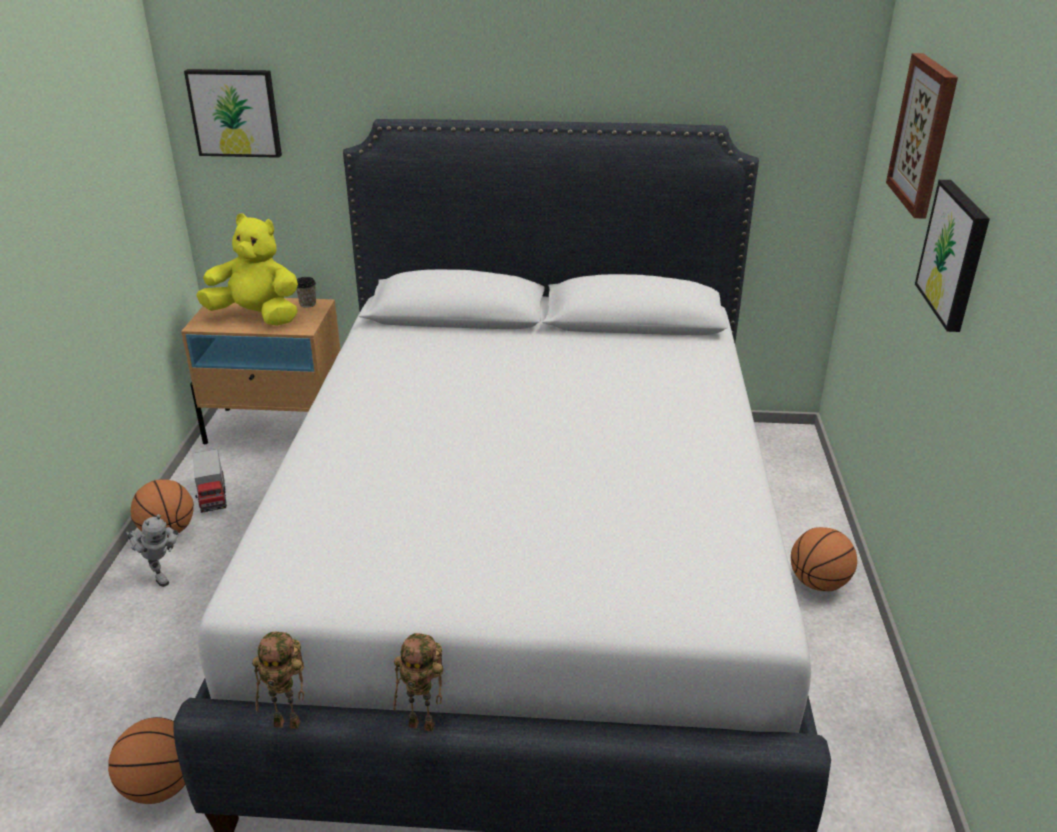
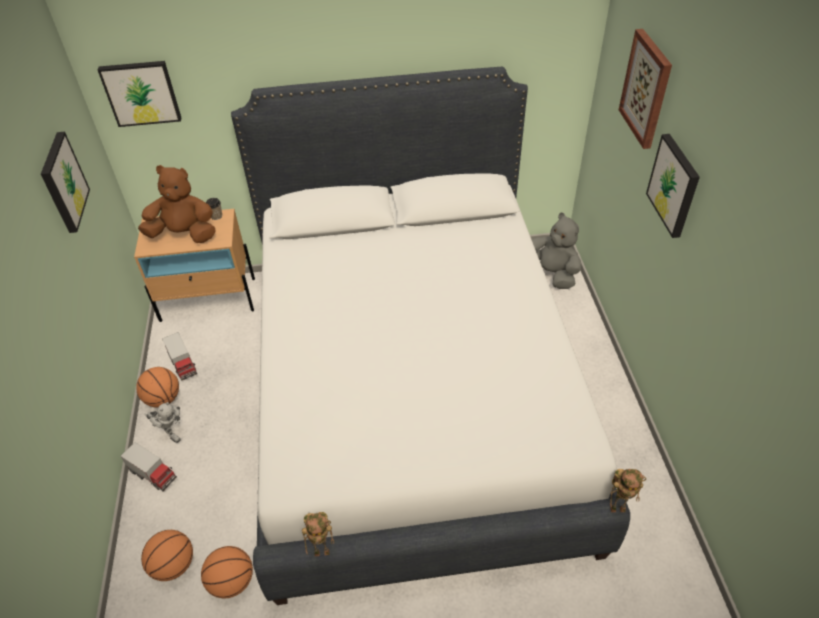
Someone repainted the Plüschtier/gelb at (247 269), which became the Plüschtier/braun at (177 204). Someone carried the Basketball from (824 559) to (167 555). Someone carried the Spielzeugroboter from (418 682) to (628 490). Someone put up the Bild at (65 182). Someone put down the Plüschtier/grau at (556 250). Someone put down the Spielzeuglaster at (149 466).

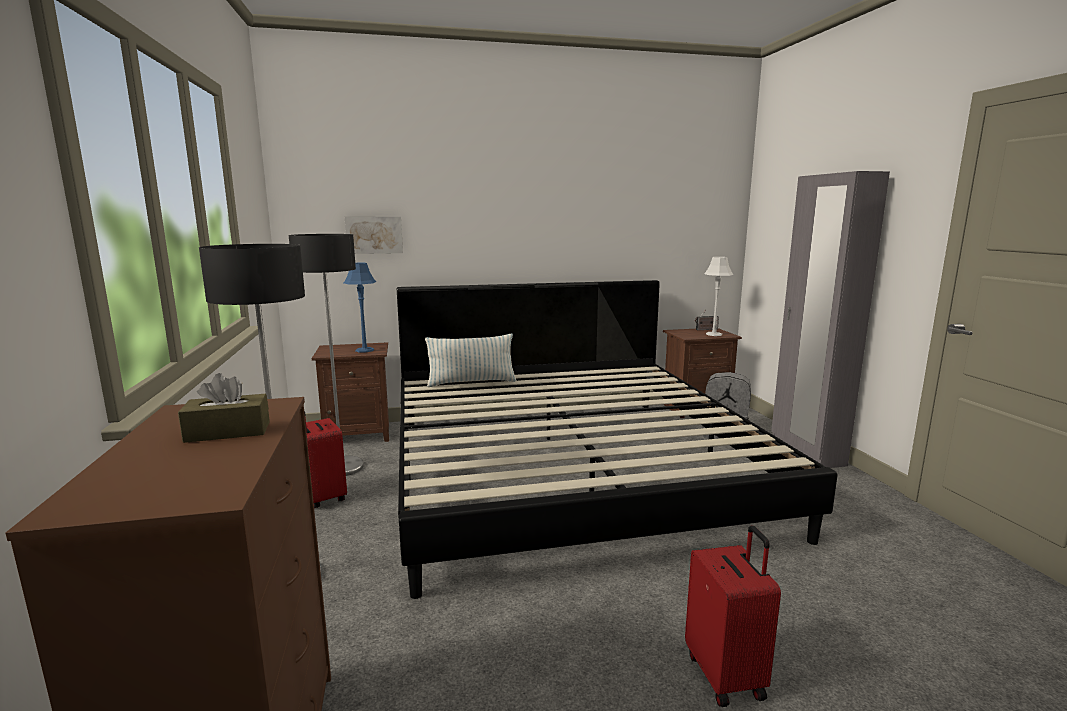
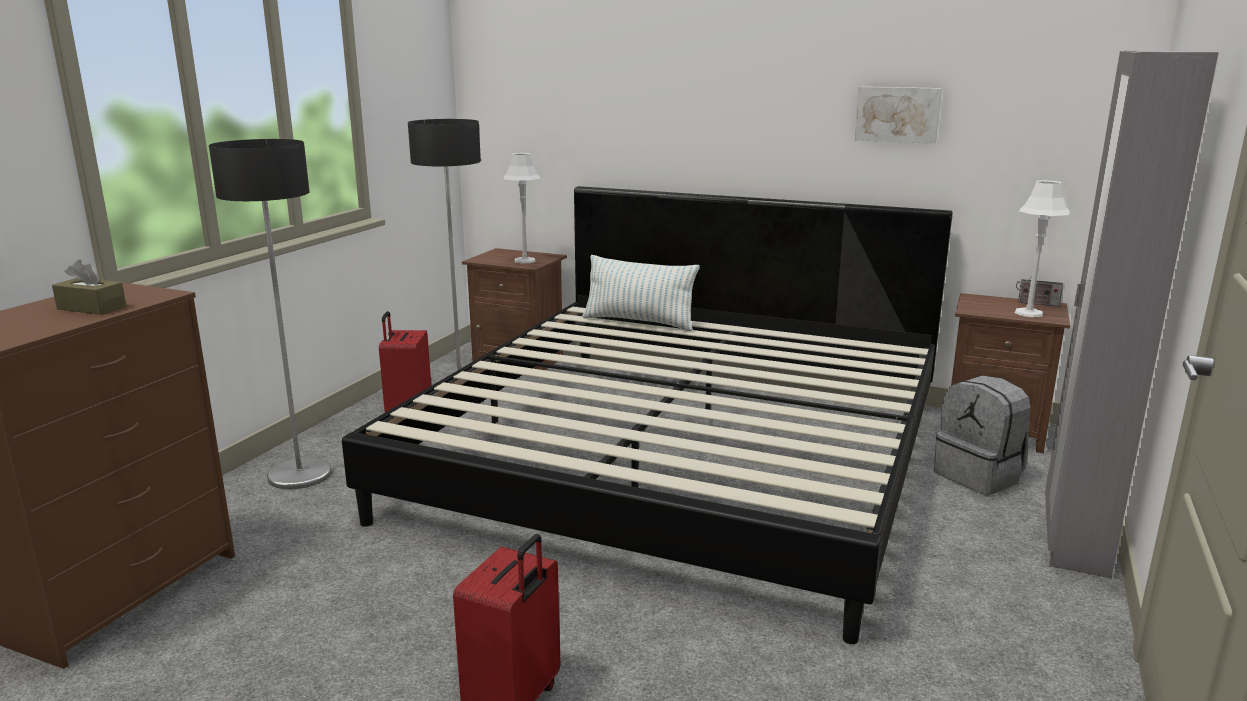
Someone carried the Bild from (374 235) to (898 115). Someone repainted the Tischlampe/blau at (360 307), which became the Tischlampe/grau at (522 208).

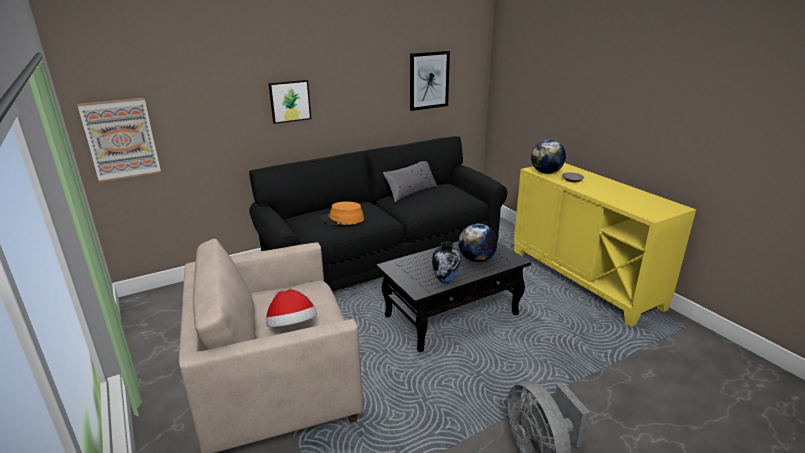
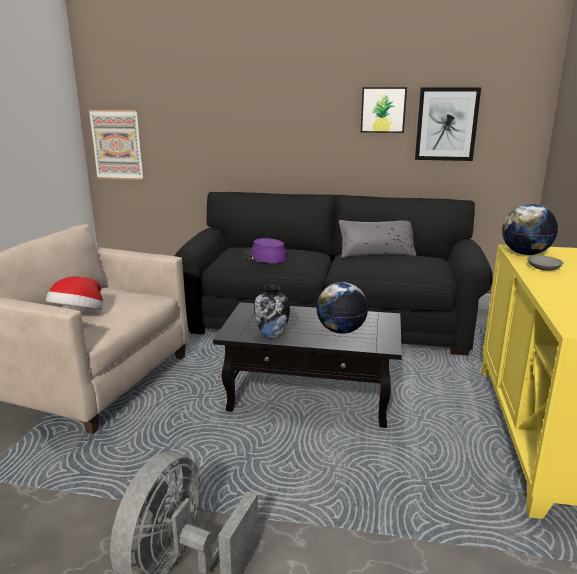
Someone carried the Bild from (289 102) to (384 110). Someone repainted the Hut/orange at (342 213), which became the Hut/lila at (265 250).

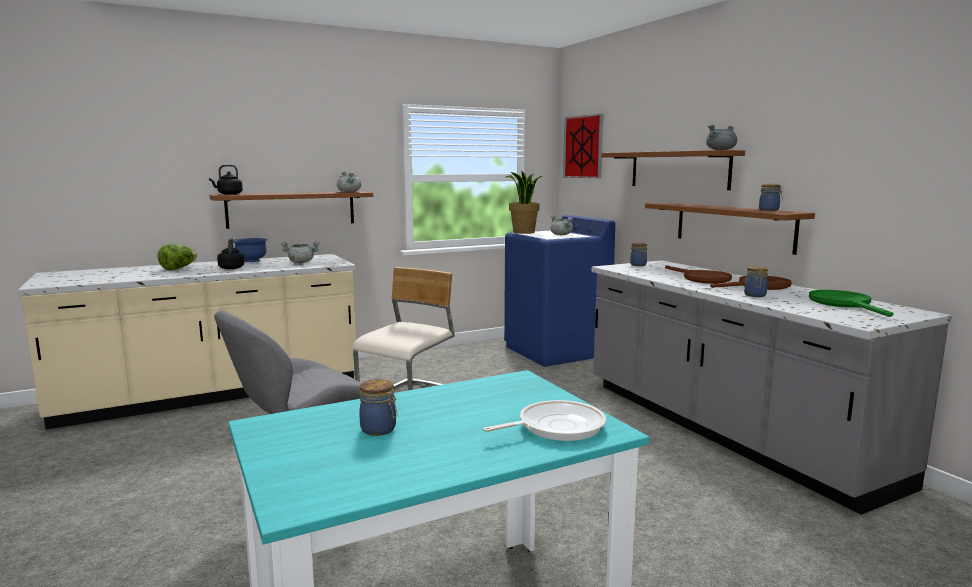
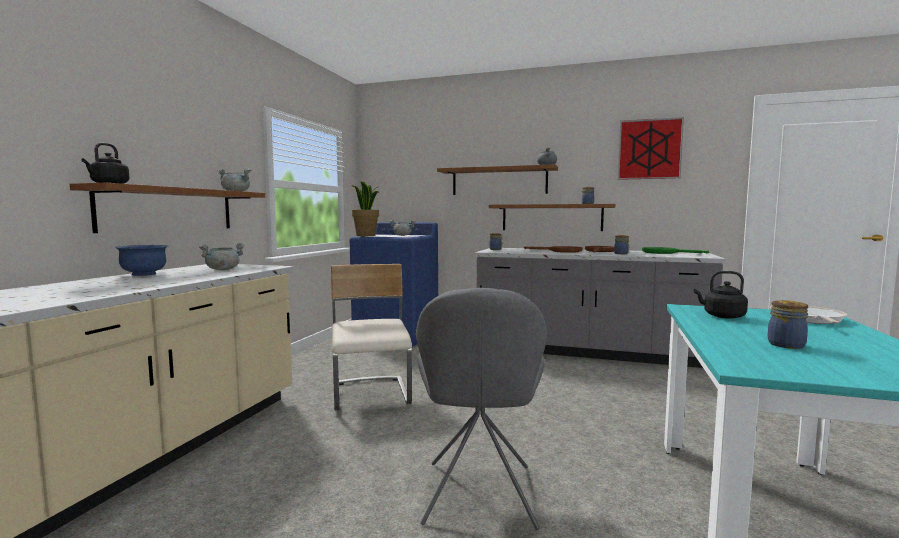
Someone carried the Bild from (583 146) to (651 148). Someone carried the Wasserkessel/schwarz from (230 253) to (721 295). Someone took away the Salatkopf at (177 257).

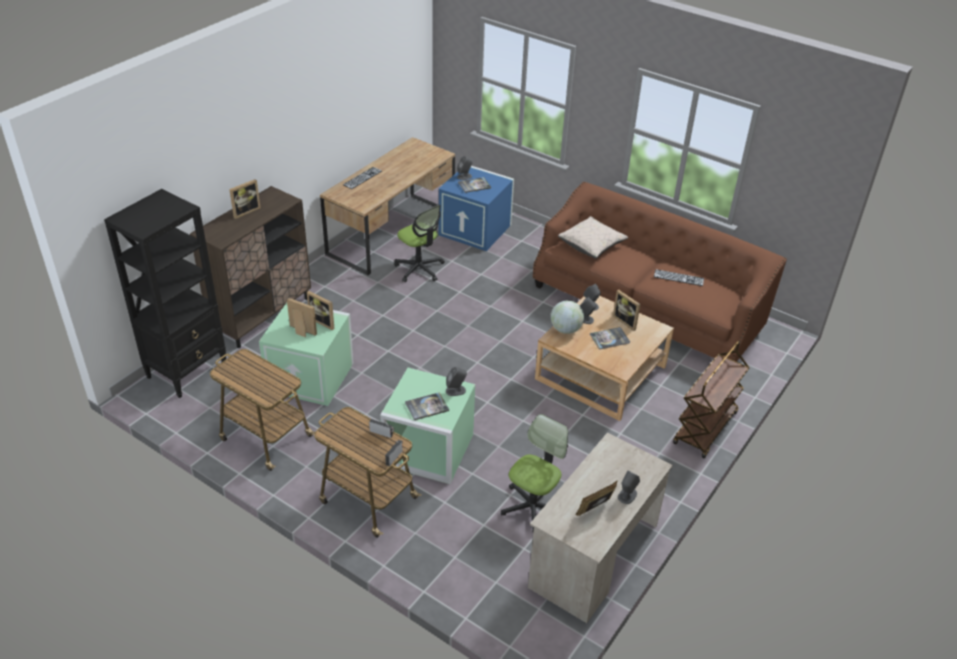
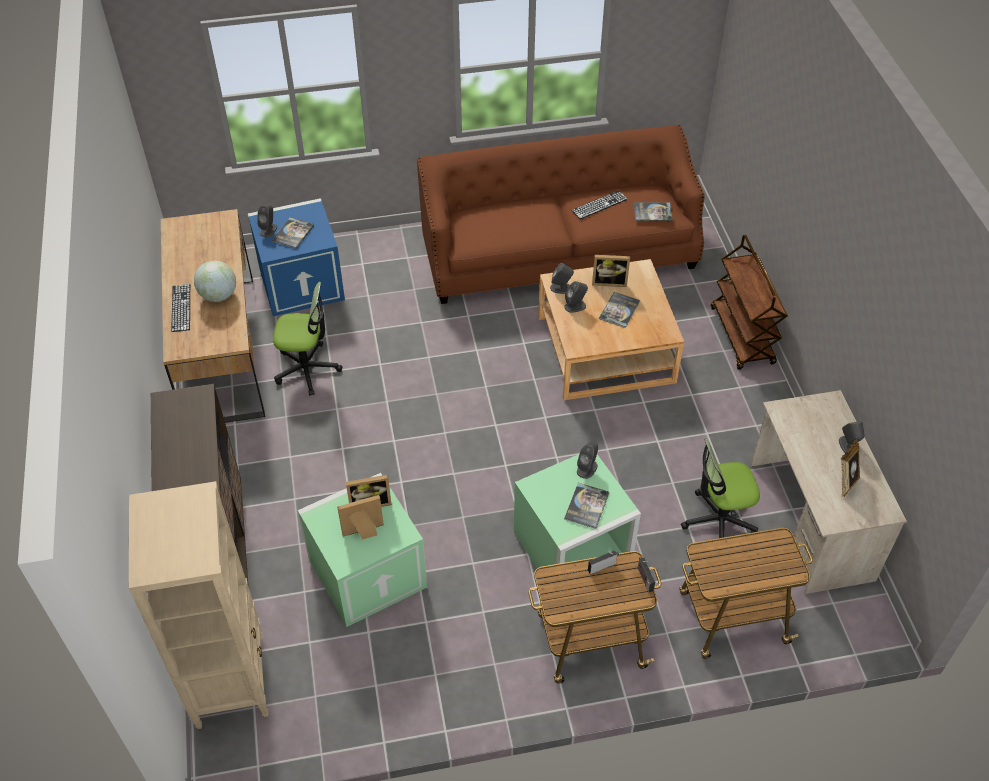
Someone took away the Bilderrahmen at (245 199). Someone repainted the Bücherregal/schwarz at (165 293), which became the Bücherregal/beige at (198 605). Someone took away the Kissen/beige at (593 237). Someone carried the Globus from (567 317) to (215 281). Someone carried the Rollwagen from (262 410) to (746 593). Someone rotated the Bürostuhl at (534 473) by 90 degrees counterclockwise. Someone put down the Buch at (653 212).

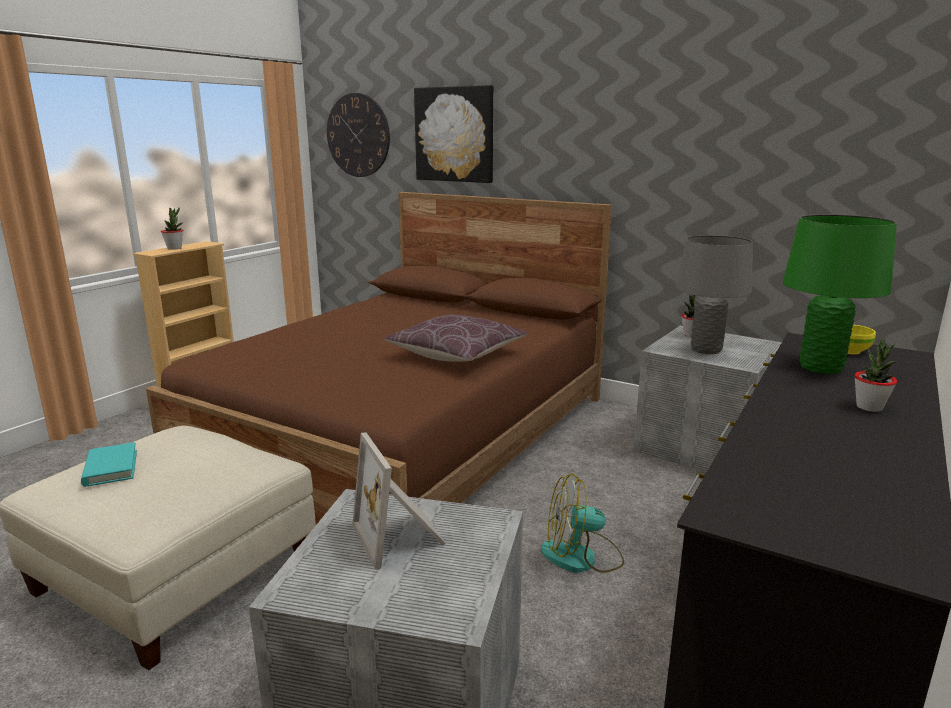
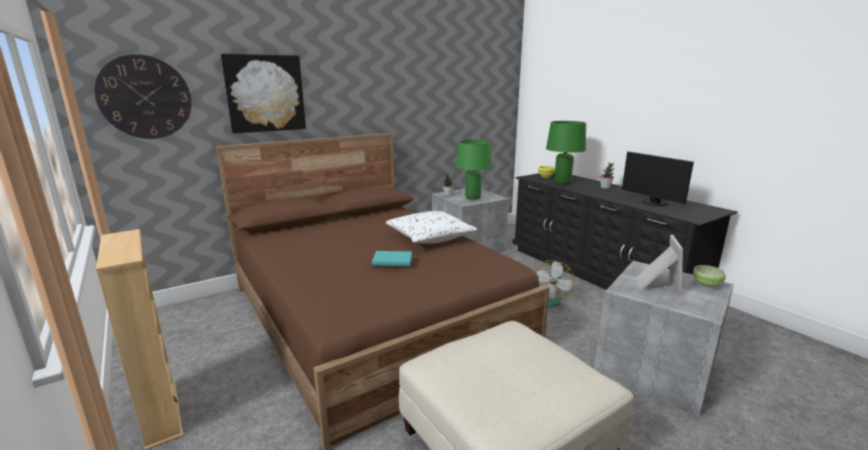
Someone took away the Topfpflanze at (172 229). Someone repainted the Tischlampe/grau at (714 294), which became the Tischlampe/grün at (474 170). Someone repainted the Kissen/braun at (455 338), which became the Kissen/weiß at (432 227). Someone rotated the Bilderrahmen at (399 501) by 75 degrees counterclockwise. Someone carried the Buch/türkis from (109 464) to (392 259). Someone put down the Monitor at (658 178). Someone put down the Schüssel/grün at (709 276).

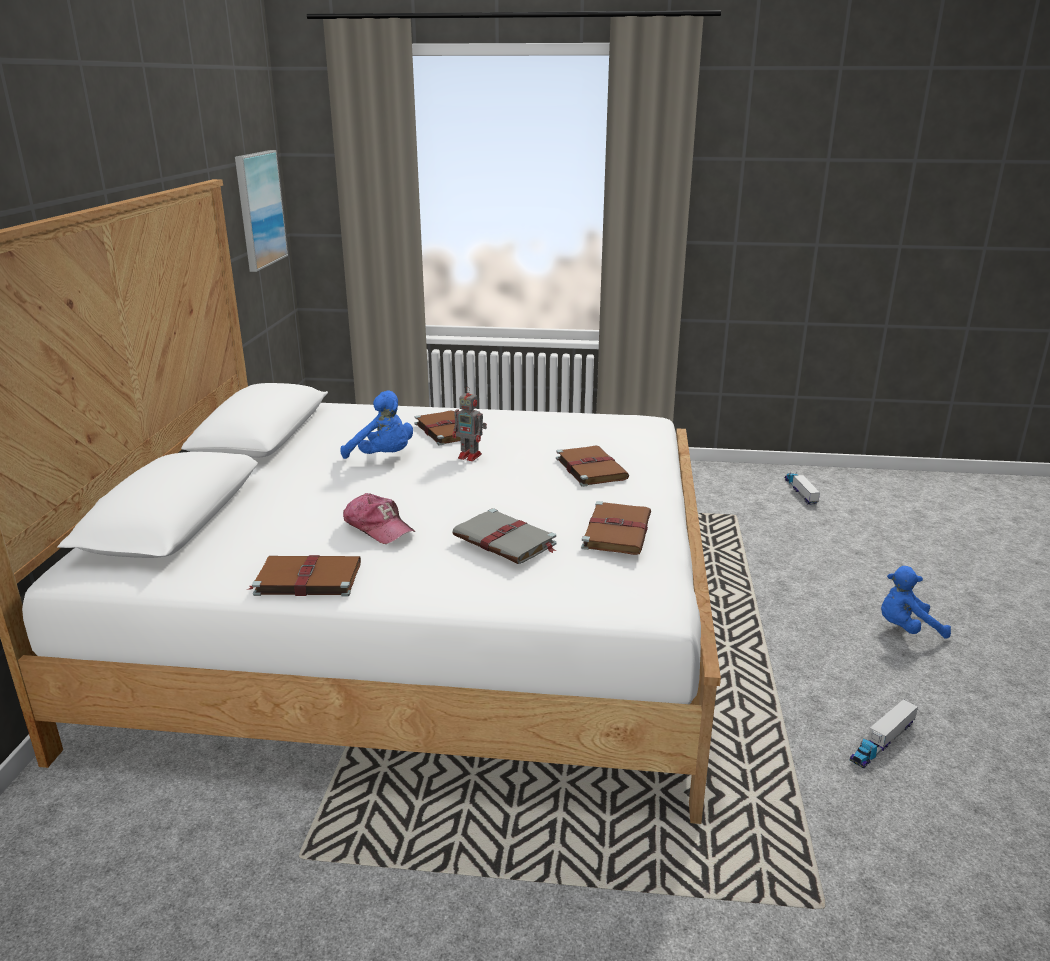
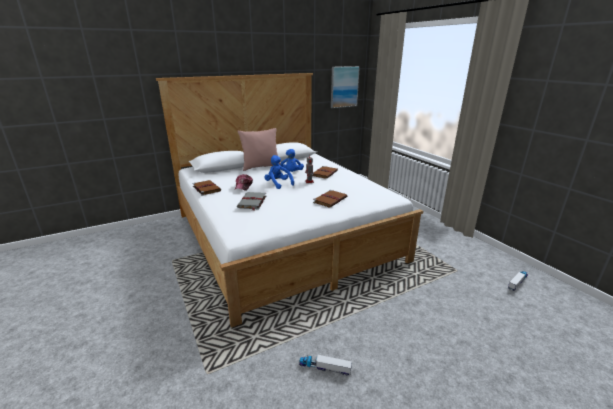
Someone took away the Buch/braun at (616 528). Someone carried the Plüschtier/blau from (916 602) to (279 172). Someone put down the Kissen/rosa at (259 149).

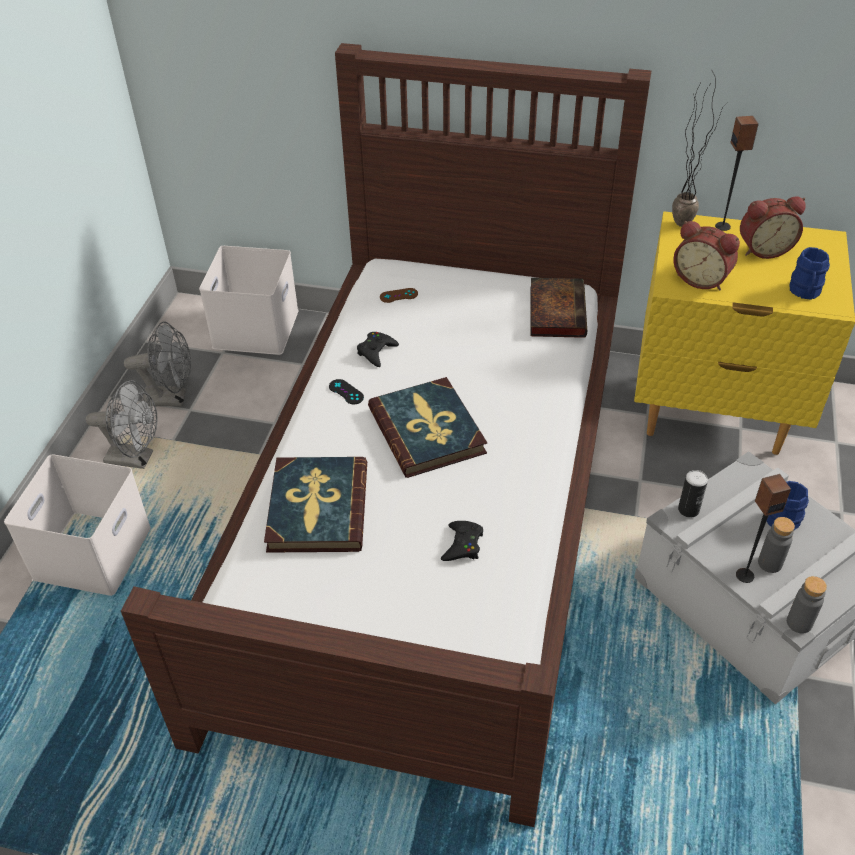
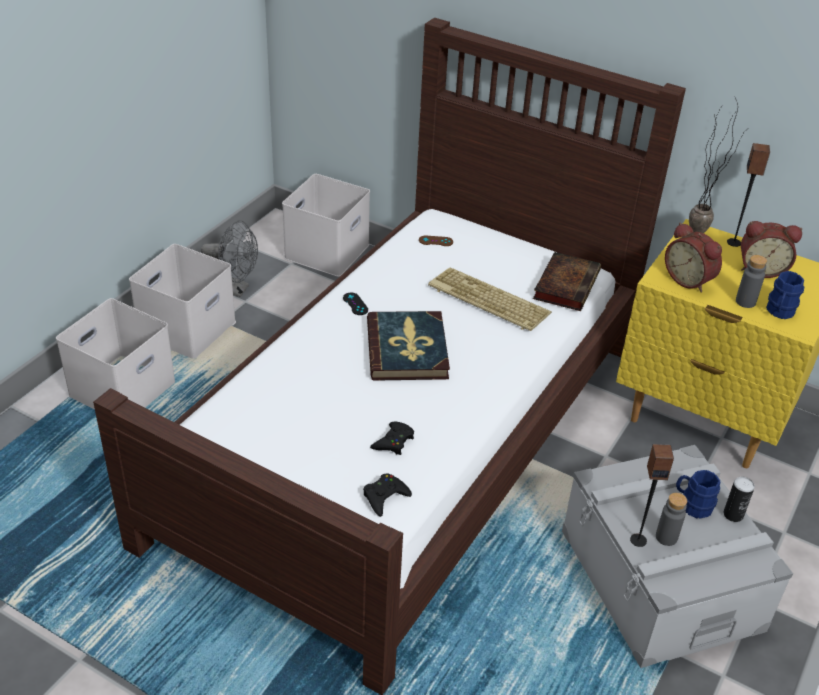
Someone carried the Gamepad/schwarz from (378 349) to (387 495). Someone swapped the Ventilator/grau at (121 424) for the Aufbewahrungsbox/weiß at (182 301). Someone took away the Buch at (315 505). Someone carried the Dose from (693 494) to (739 499). Someone carried the Flasche/grau from (807 605) to (751 281). Someone put down the Tastatur at (490 299).

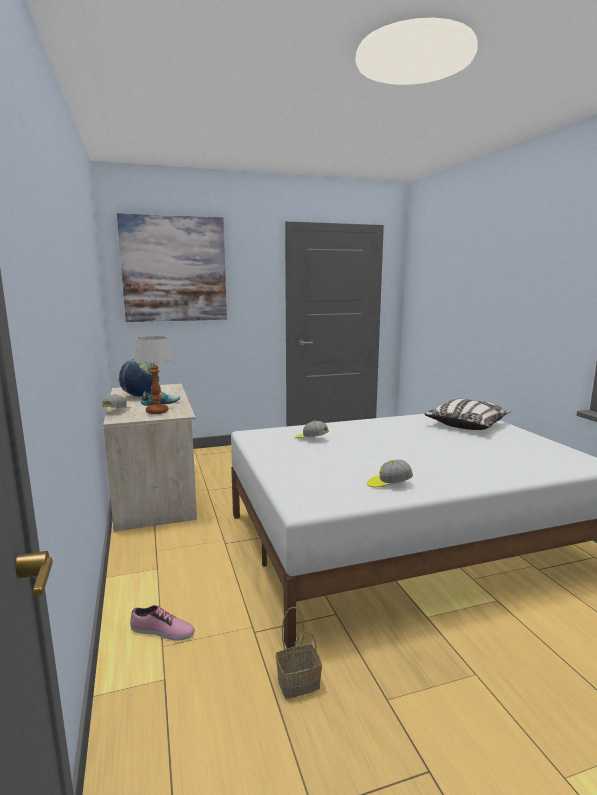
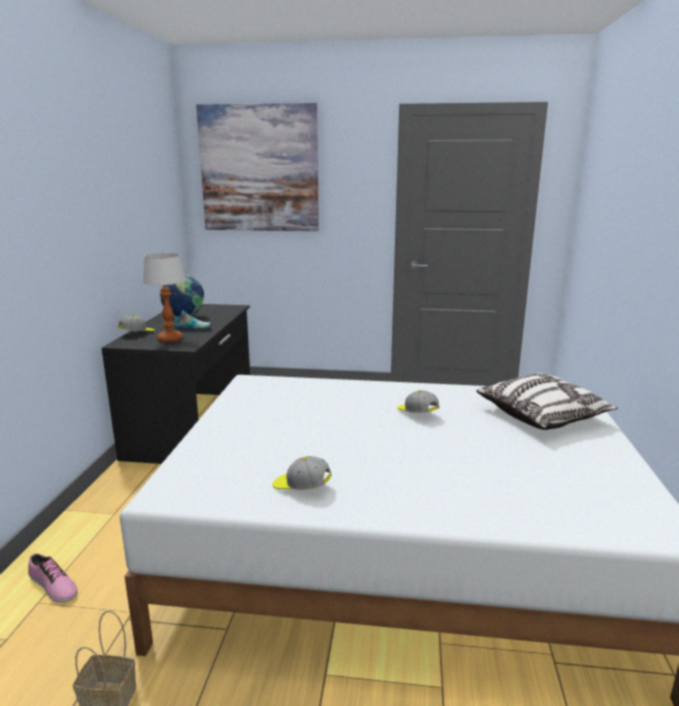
Someone repainted the Schreibtisch/beige at (150 458), which became the Schreibtisch/schwarz at (175 384). Someone carried the Kappe from (312 429) to (418 401).

